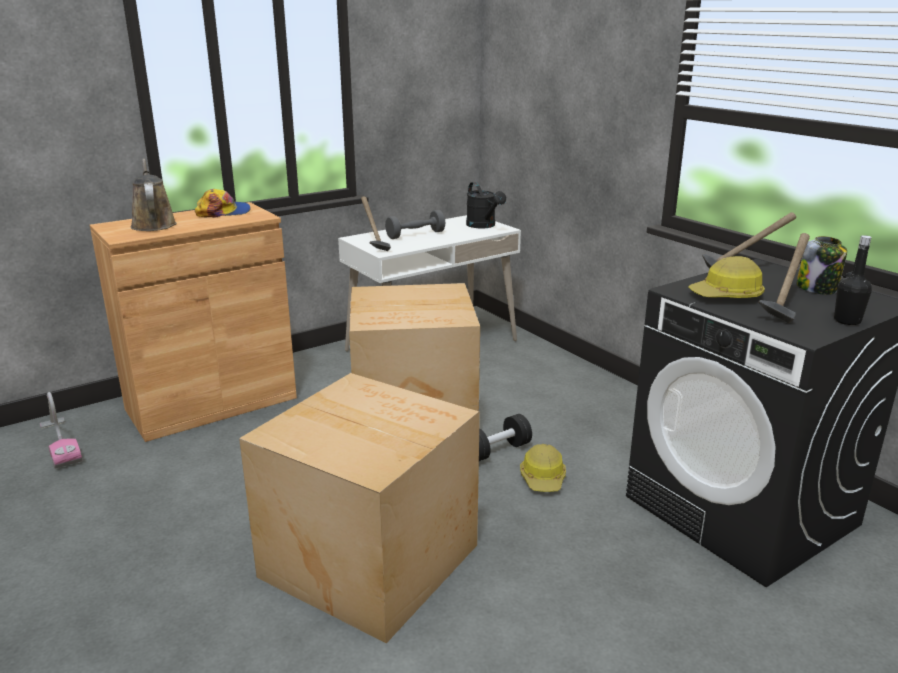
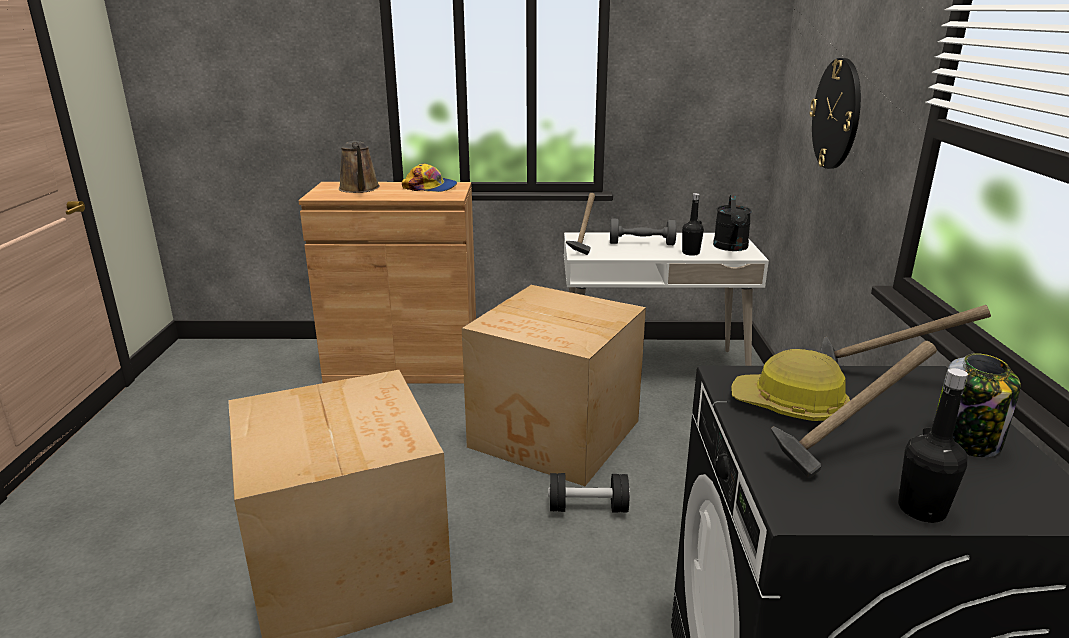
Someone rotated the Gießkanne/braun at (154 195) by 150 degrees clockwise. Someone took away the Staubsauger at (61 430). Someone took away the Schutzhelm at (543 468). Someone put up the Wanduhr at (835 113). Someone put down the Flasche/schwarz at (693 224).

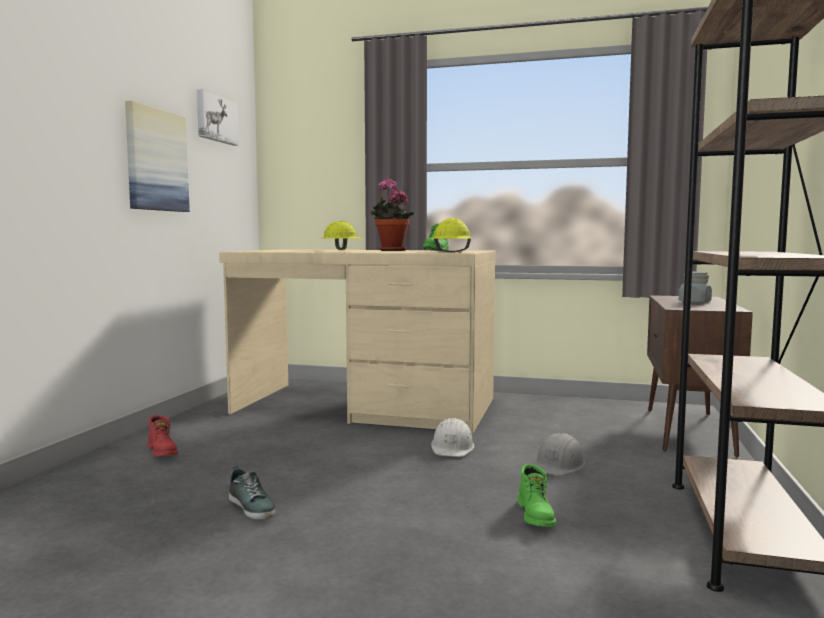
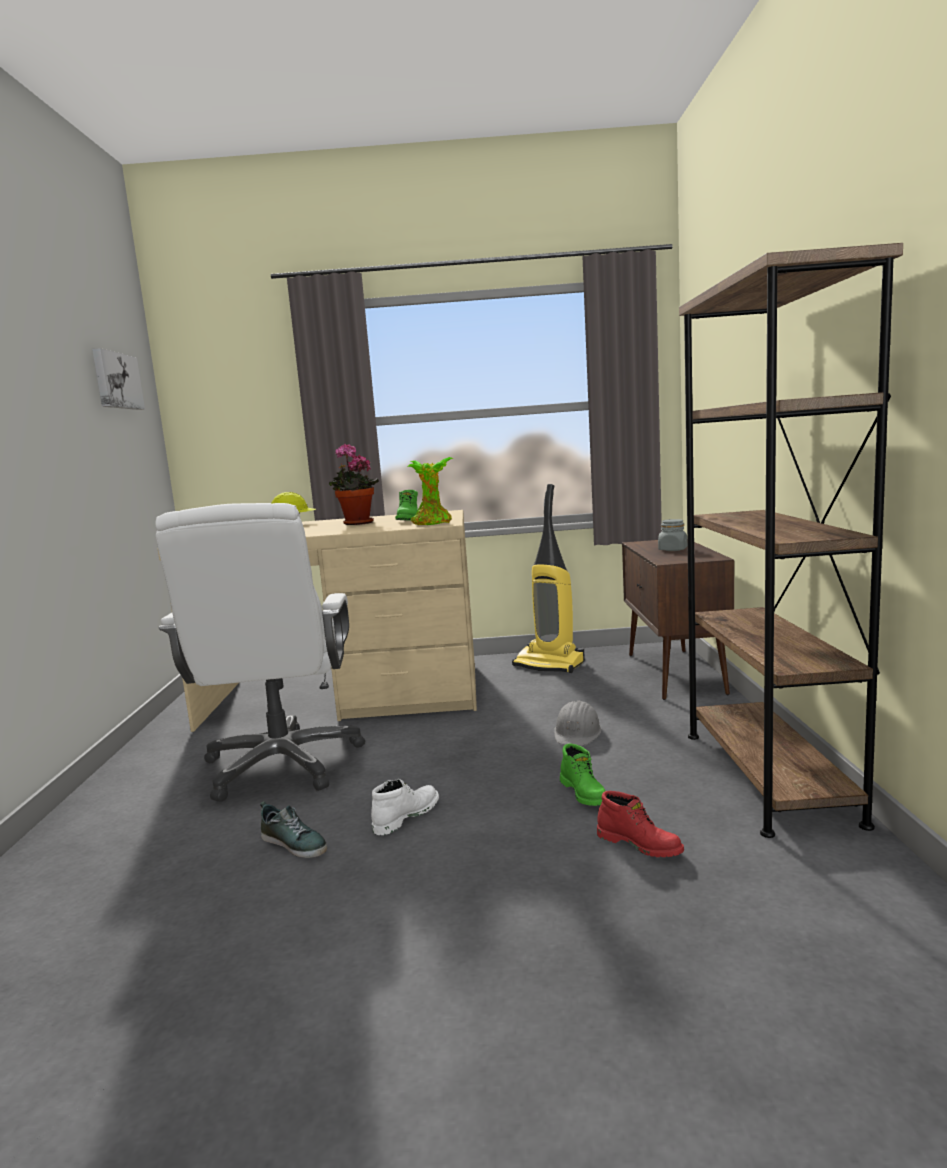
Someone took away the Bild at (157 156). Someone swapped the Schutzhelm/gelb at (451 235) for the Topfpflanze at (430 491). Someone carried the Stiefel/rot from (162 435) to (640 824). Someone took away the Schutzhelm/weiß at (453 437). Someone put down the Staubsauger at (548 578). Someone put down the Bürostuhl/weiß at (260 652). Someone put down the Stiefel/weiß at (405 807).

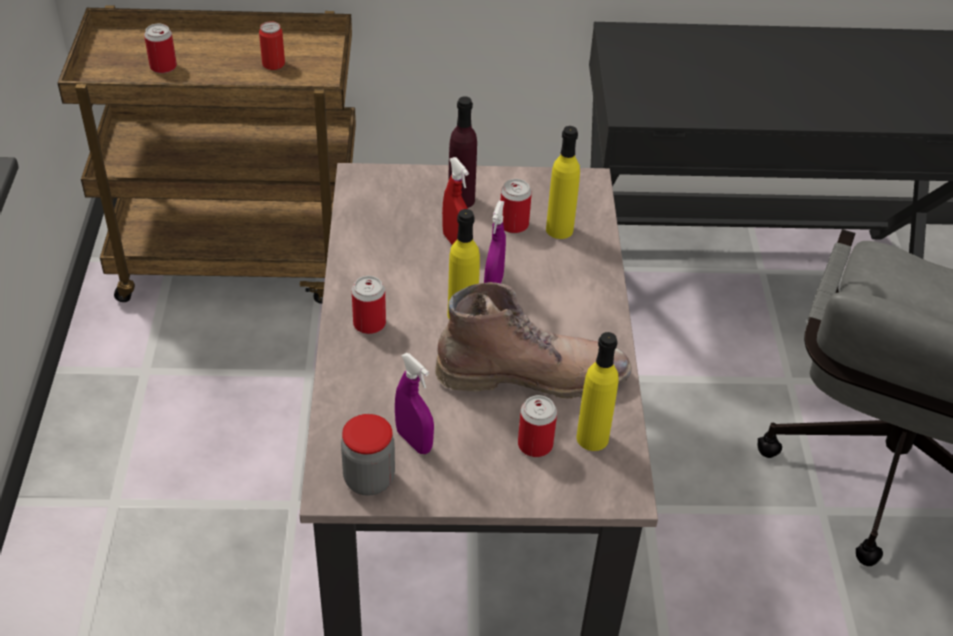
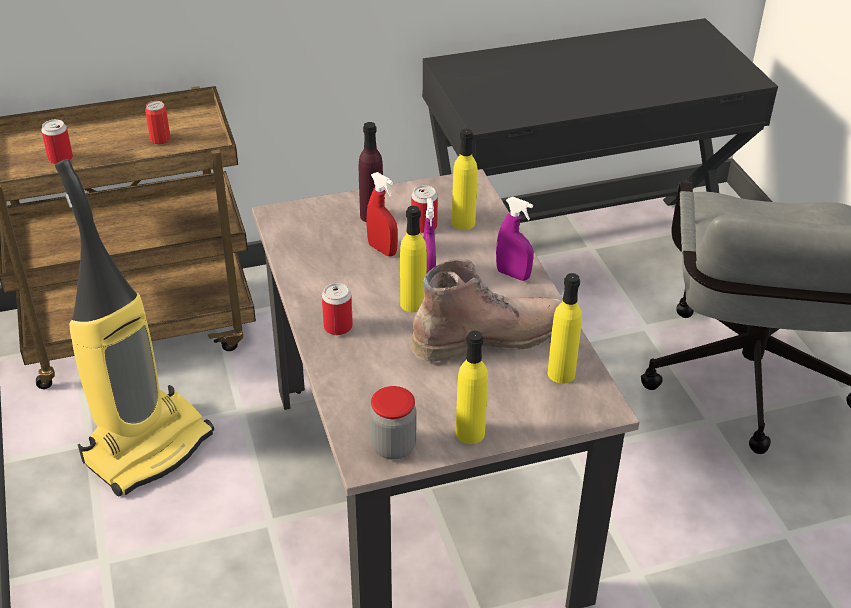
Someone carried the Sprühflasche/lila from (414 403) to (515 239). Someone took away the Dose at (537 426). Someone put down the Staubsauger at (134 328). Someone put down the Flasche/gelb at (472 387).

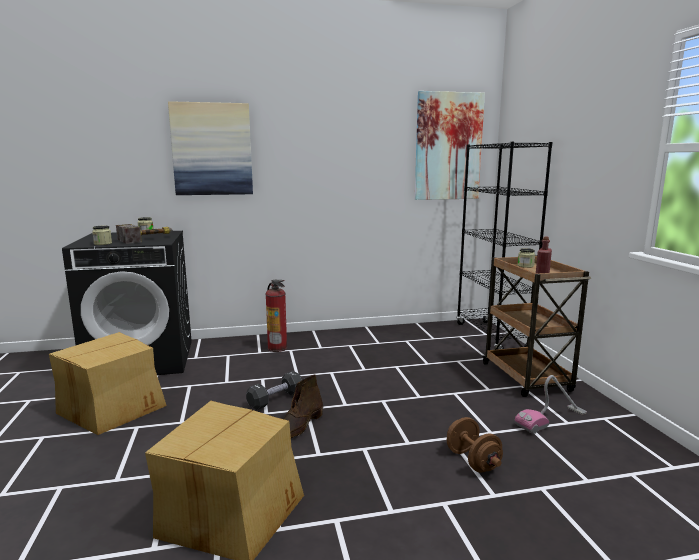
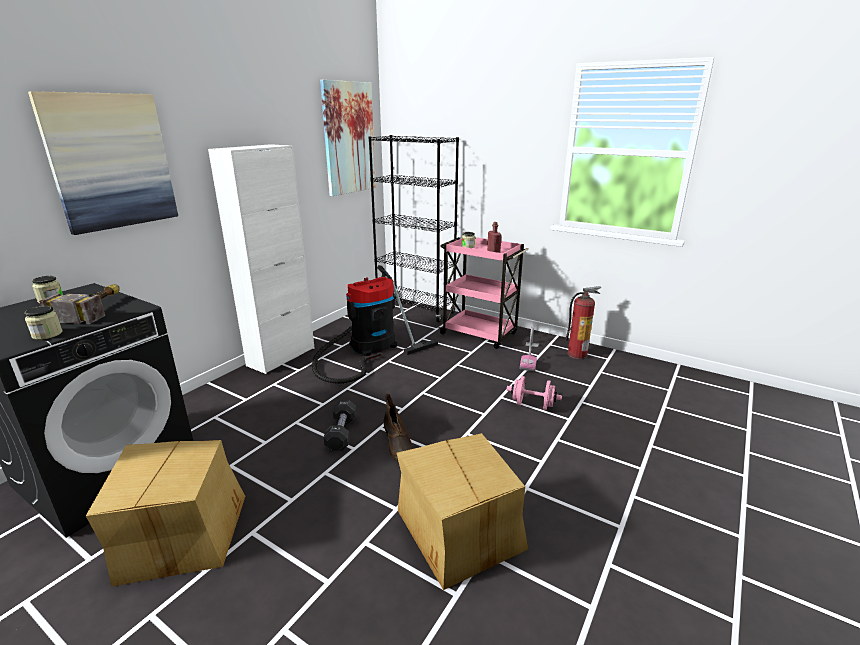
Someone repainted the Rollwagen/braun at (537 326), which became the Rollwagen/rosa at (483 293). Someone carried the Feuerlöscher from (276 316) to (583 322). Someone repainted the Hantel/braun at (475 444), which became the Hantel/rosa at (534 393). Someone put down the Schrank/weiß at (261 259). Someone put down the Staubsauger at (375 324).

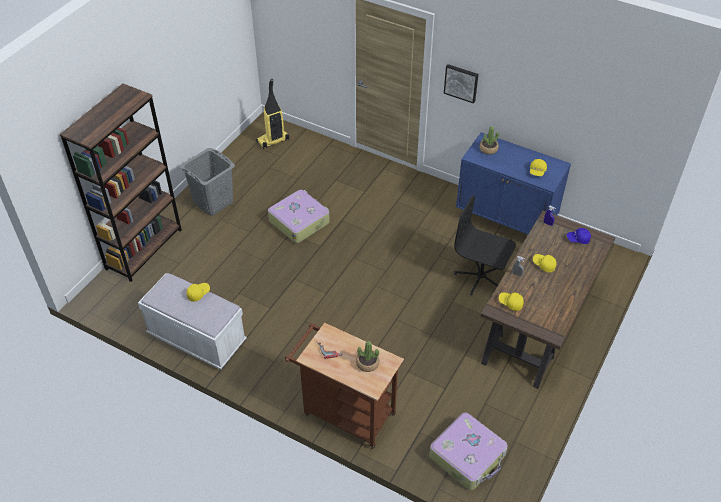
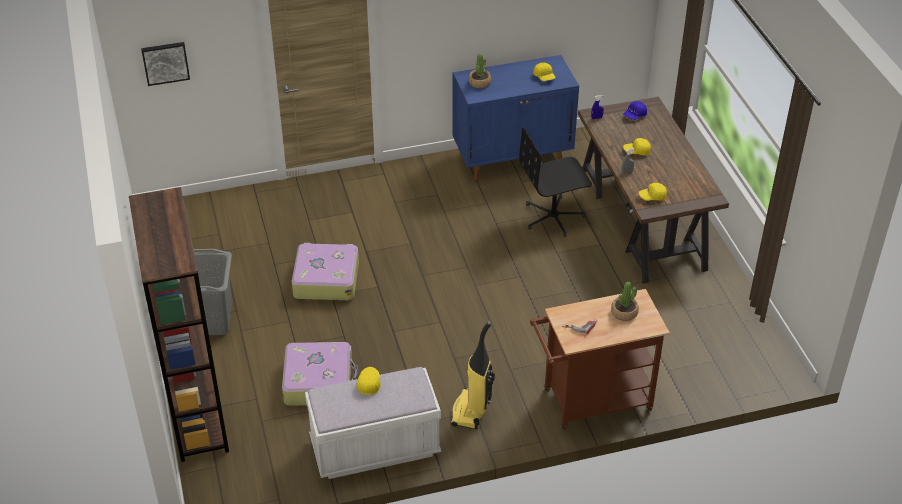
Someone carried the Bild from (461 84) to (165 64). Someone carried the Staubsauger from (272 114) to (473 375). Someone carried the Koffer from (468 451) to (320 374).

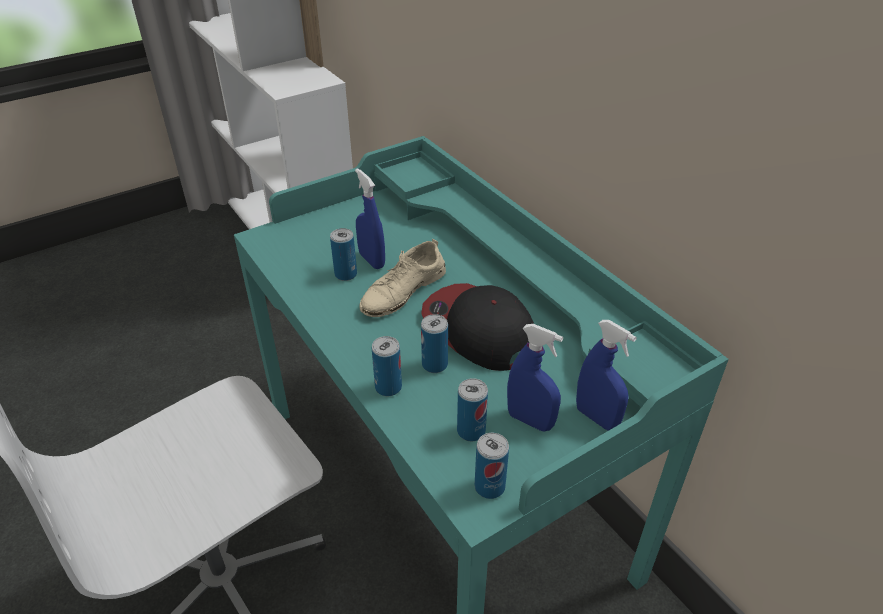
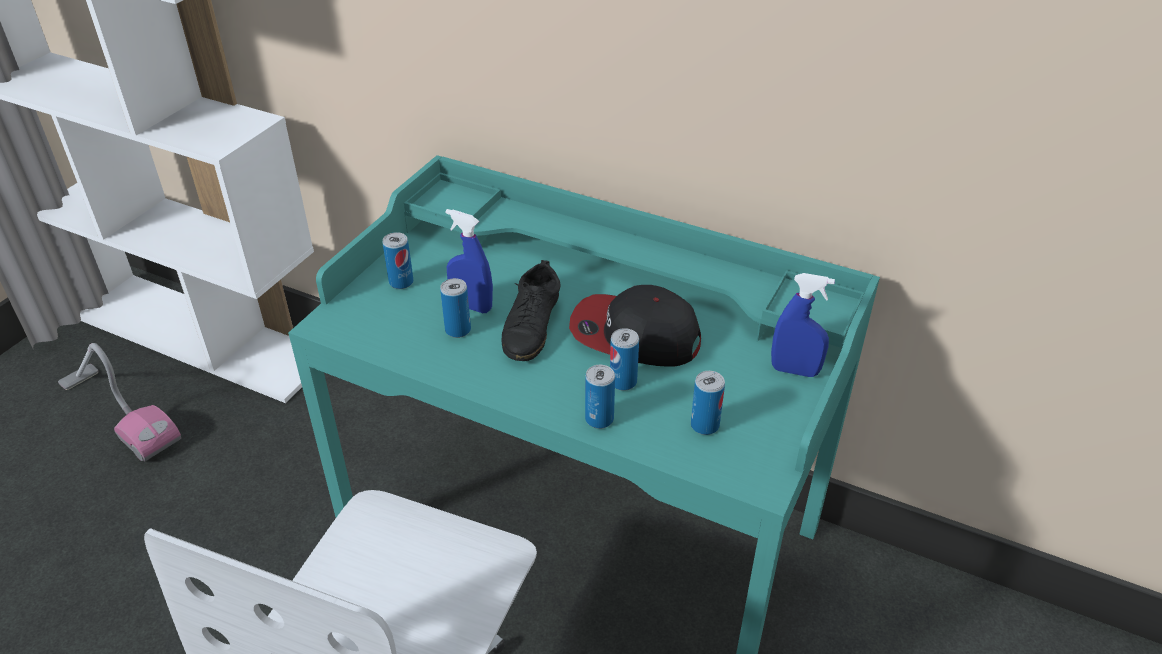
Someone repainted the Schuh/beige at (402 277), which became the Schuh/schwarz at (531 310). Someone took away the Sprühflasche/blau at (535 377). Someone carried the Dose from (492 466) to (398 260). Someone put down the Staubsauger at (119 402).

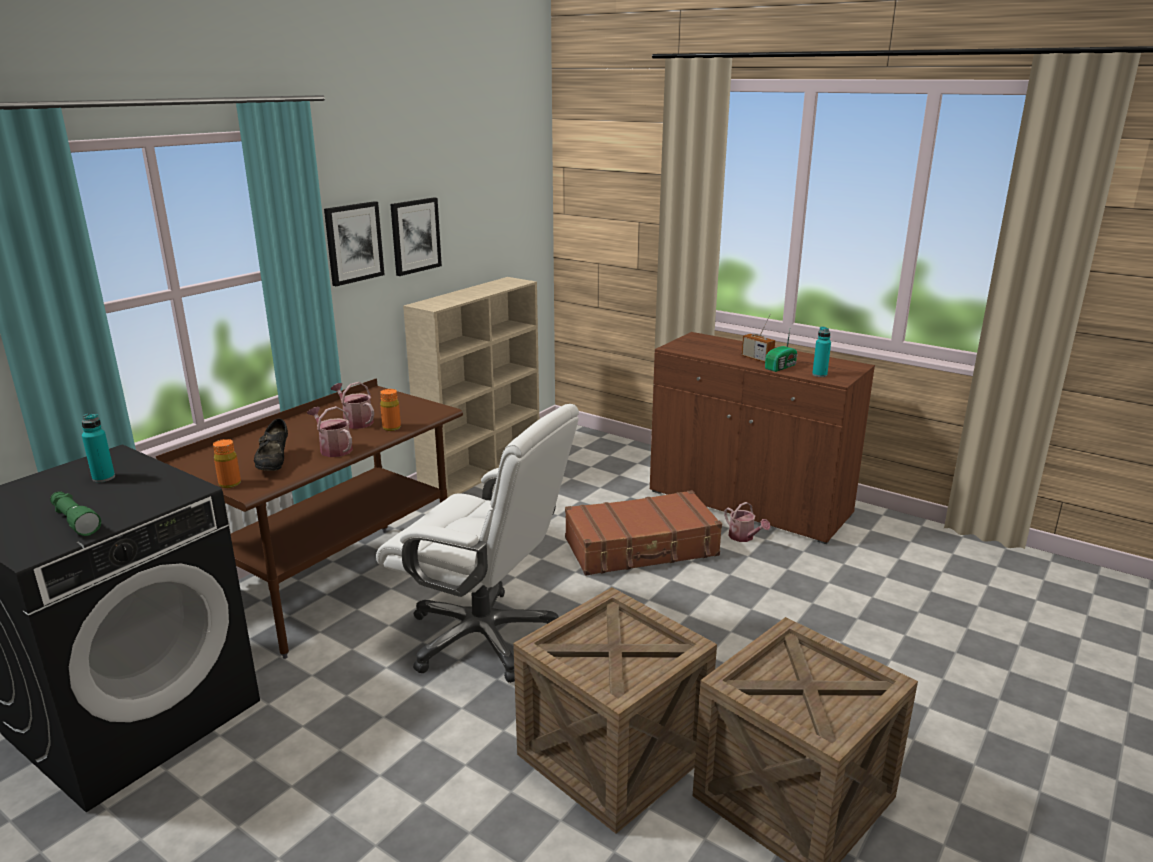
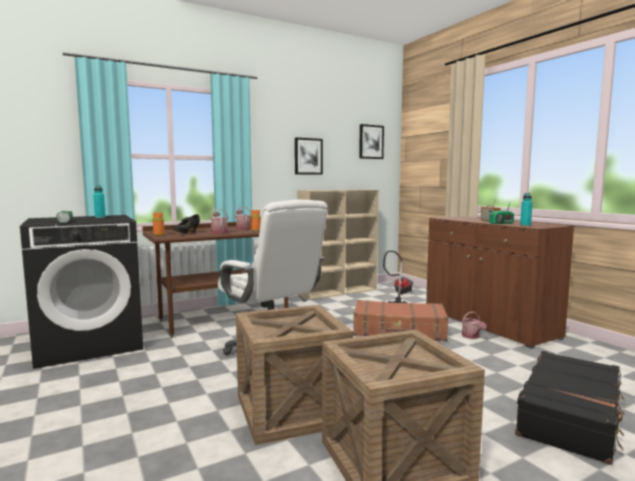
Someone carried the Bild from (354 243) to (371 141). Someone put down the Staubsauger at (398 277). Someone put down the Koffer/schwarz at (570 408).

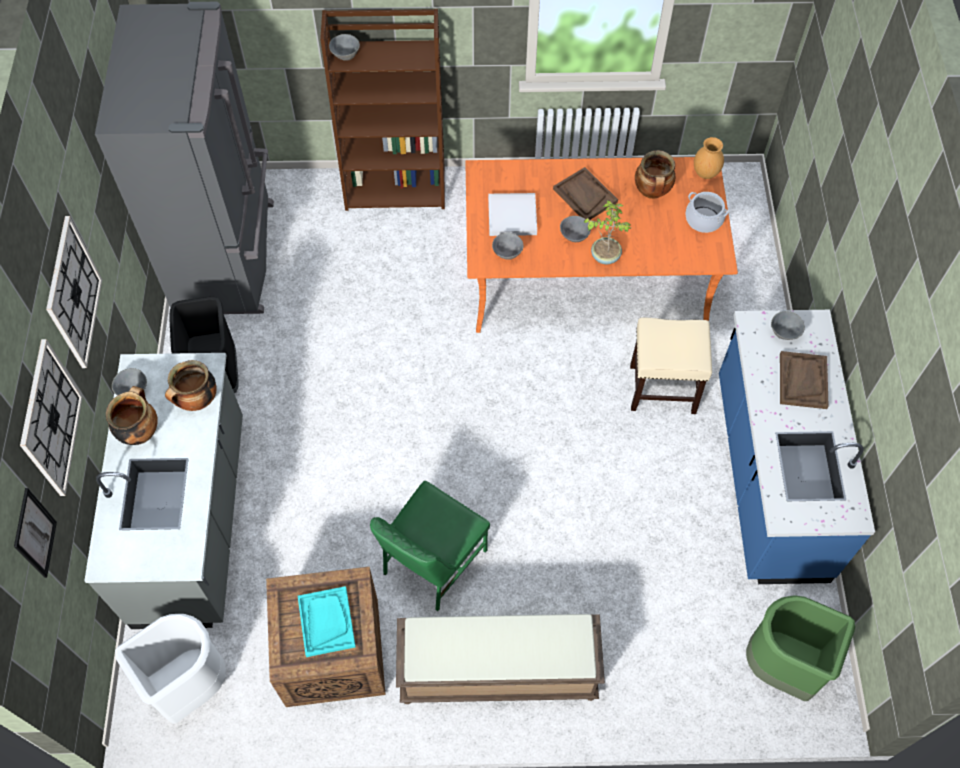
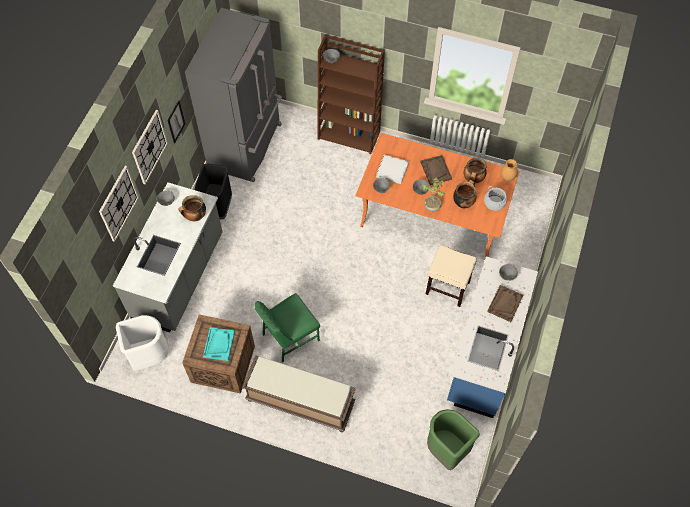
Someone carried the Kochtopf from (132 415) to (465 194). Someone carried the Bild from (35 533) to (176 121).

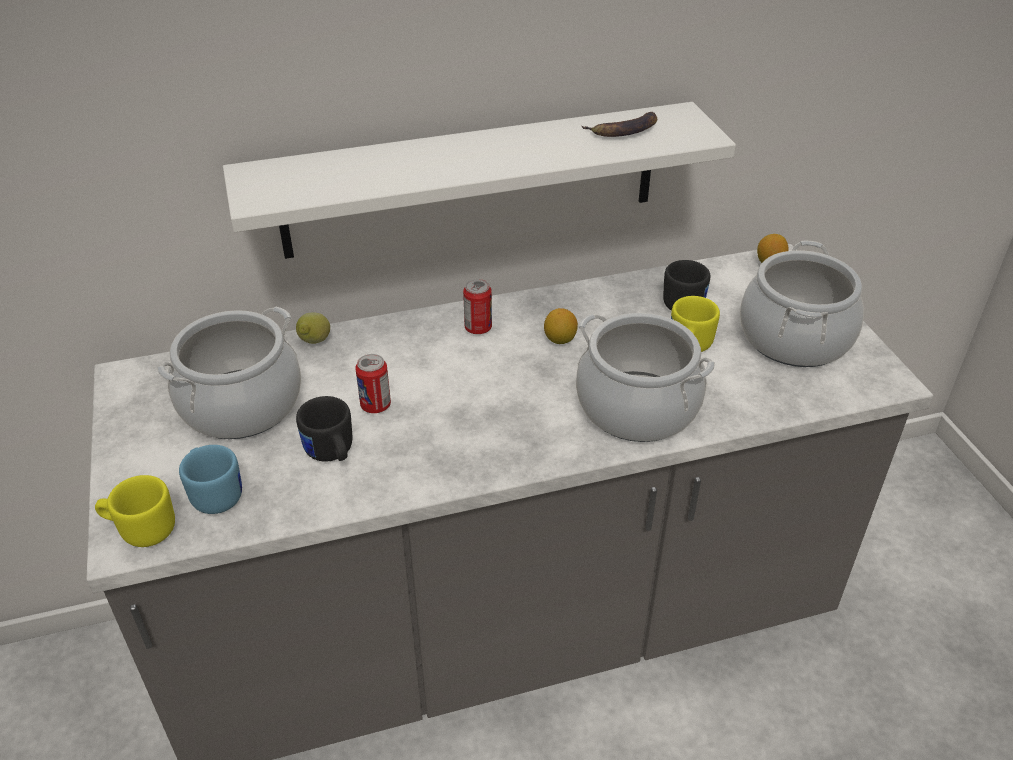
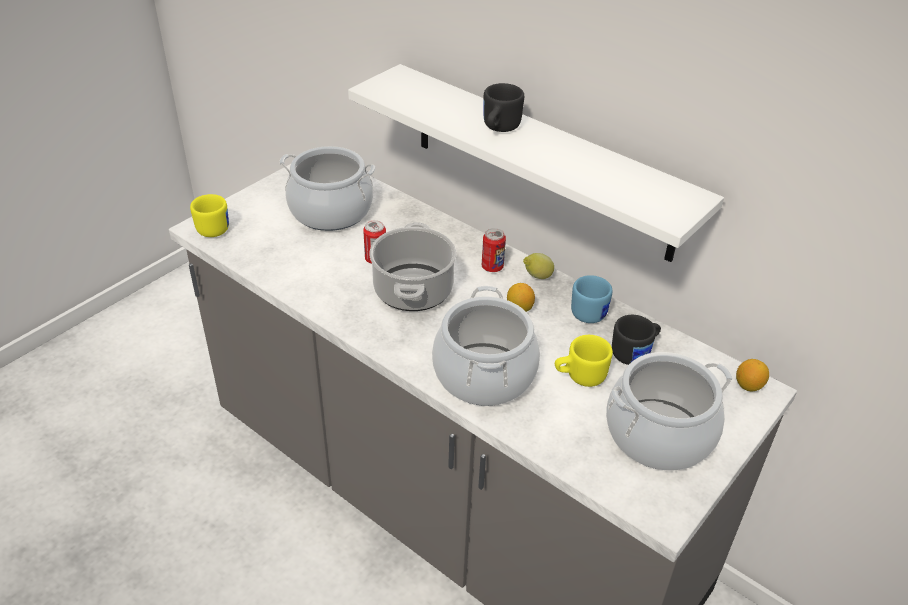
Someone took away the Banane at (619 124). Someone carried the Zitrone from (313 328) to (538 266). Someone carried the Henkelbecher/schwarz from (324 429) to (504 107). Someone carried the Henkelbecher/blau from (210 479) to (592 299). Someone put down the Kochtopf at (413 266).

